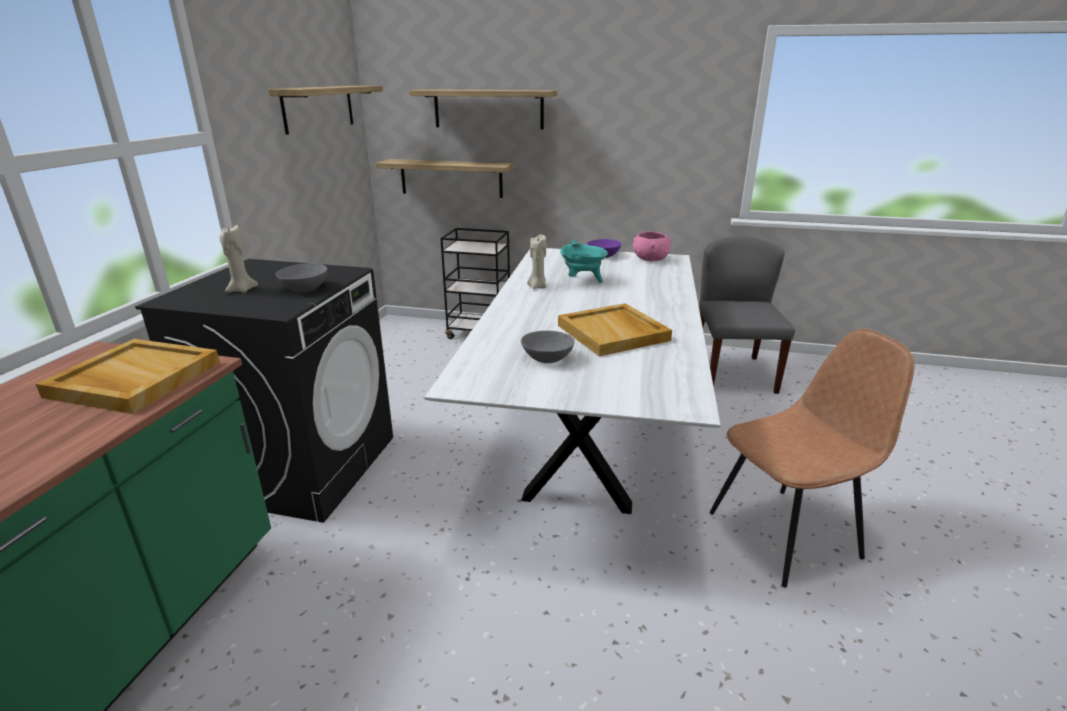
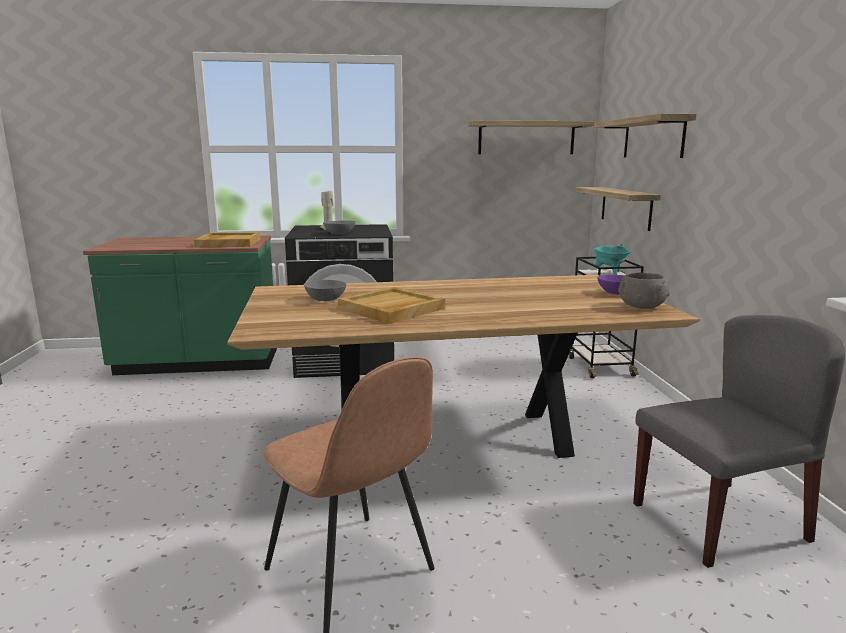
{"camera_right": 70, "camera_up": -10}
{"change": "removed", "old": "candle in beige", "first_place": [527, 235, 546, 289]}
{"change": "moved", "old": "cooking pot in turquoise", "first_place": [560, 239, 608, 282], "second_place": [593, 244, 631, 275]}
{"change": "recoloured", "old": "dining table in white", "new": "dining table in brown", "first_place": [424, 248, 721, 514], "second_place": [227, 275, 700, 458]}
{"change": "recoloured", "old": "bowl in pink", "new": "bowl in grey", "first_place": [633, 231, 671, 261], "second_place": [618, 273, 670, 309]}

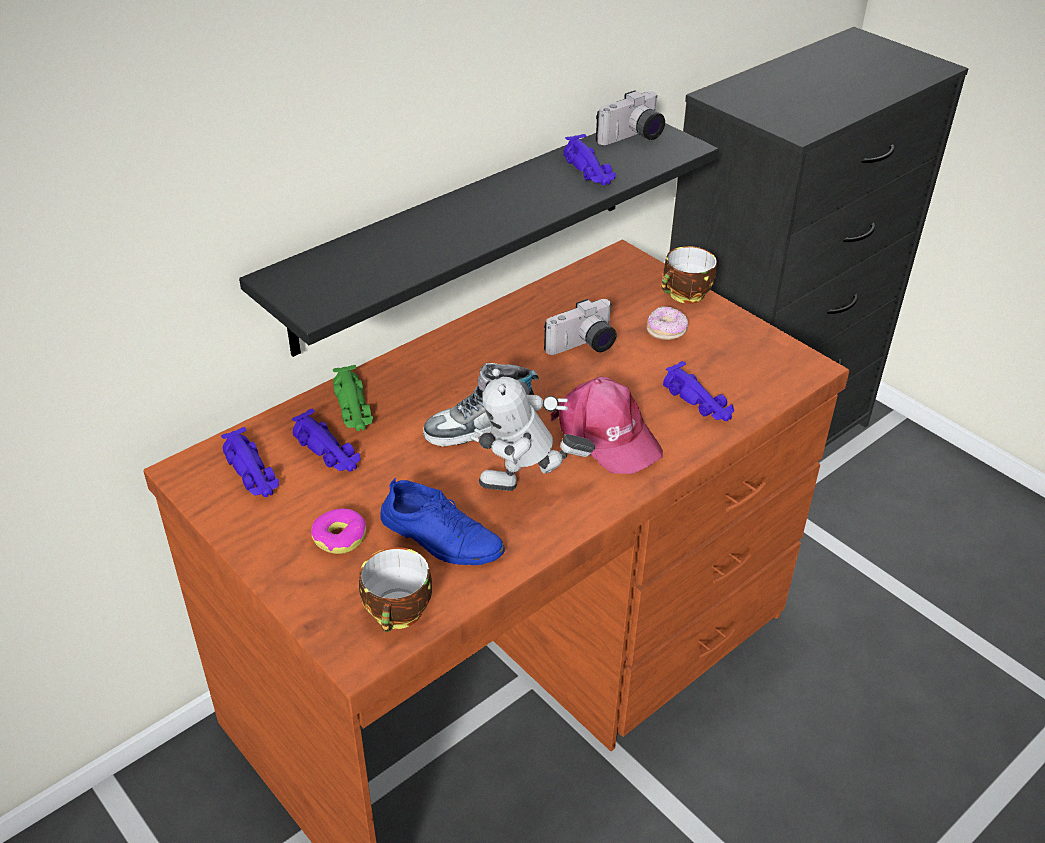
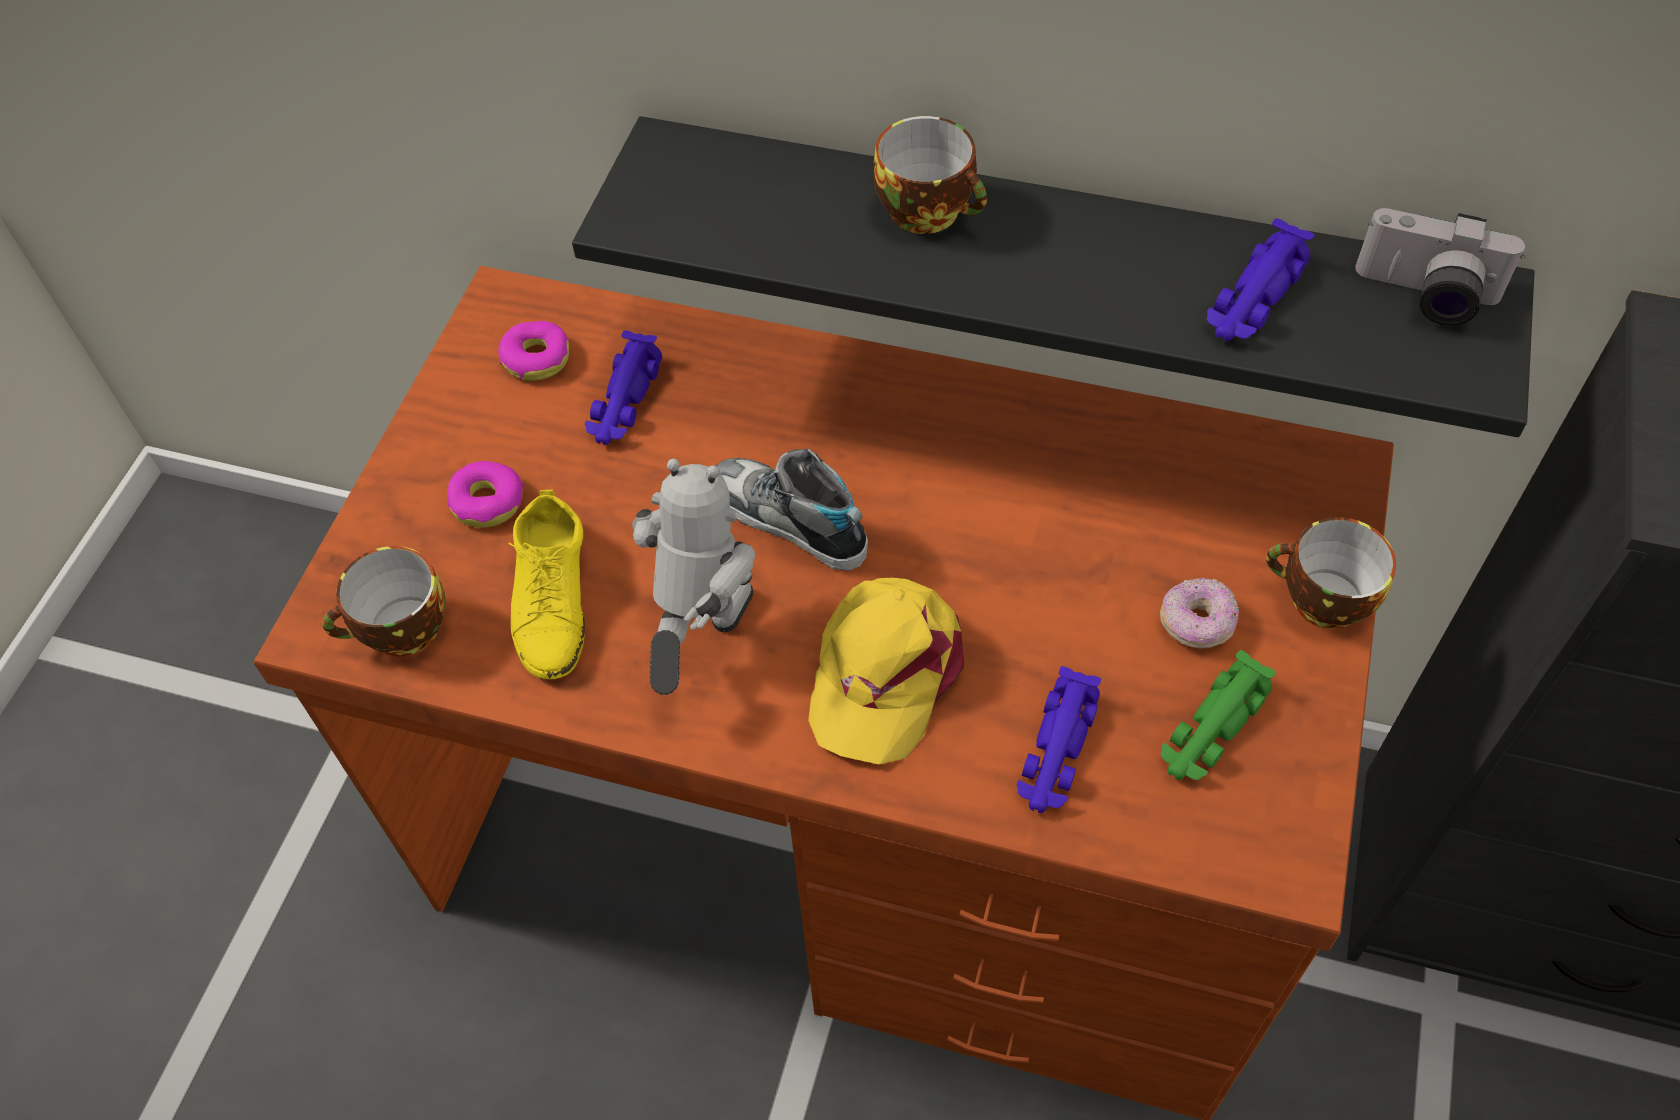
{"camera_right": 60, "camera_up": 15}
{"change": "removed", "old": "photo camera", "first_place": [544, 299, 616, 355]}
{"change": "added", "new": "cup", "second_place": [873, 116, 987, 234]}
{"change": "moved", "old": "toy car in green", "first_place": [333, 365, 373, 431], "second_place": [1161, 650, 1276, 780]}
{"change": "replaced", "old": "toy car in purple", "new": "donut", "first_place": [221, 427, 279, 497], "second_place": [498, 321, 569, 380]}
{"change": "recoloured", "old": "shoe in blue", "new": "shoe in yellow", "first_place": [380, 478, 505, 565], "second_place": [509, 489, 585, 679]}
{"change": "recoloured", "old": "cap in pink", "new": "cap in yellow", "first_place": [551, 376, 663, 474], "second_place": [808, 578, 964, 765]}
{"change": "turned", "old": "toy robot", "first_place": [470, 368, 595, 491], "second_place": [632, 458, 755, 695], "degrees": 60}

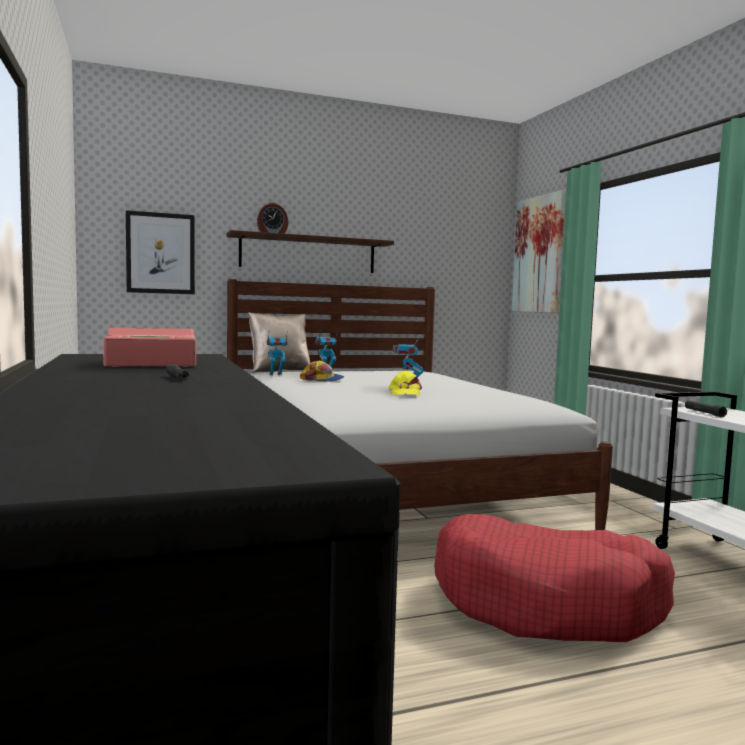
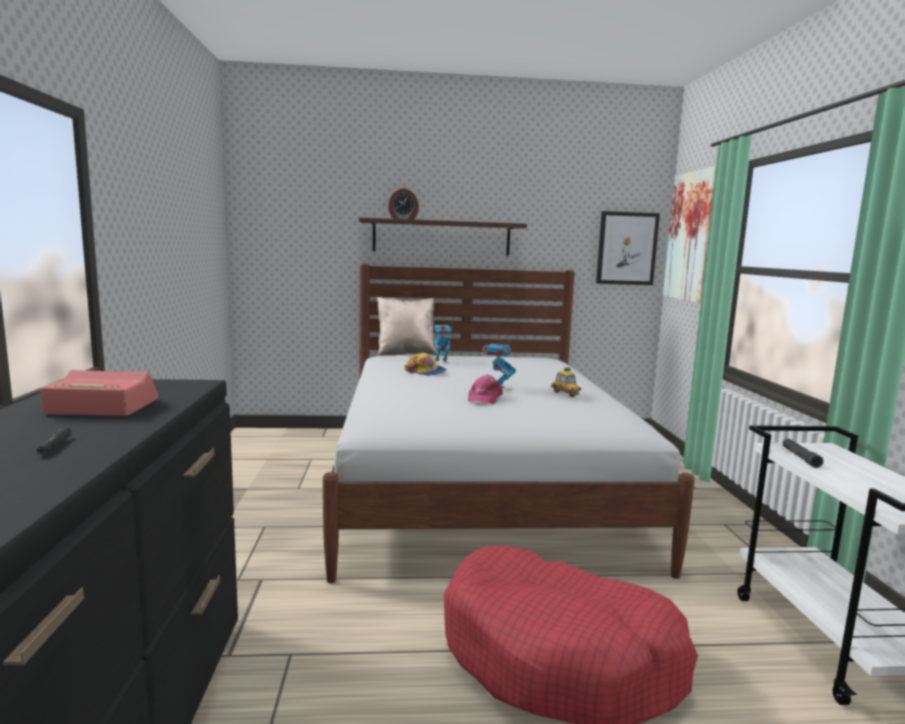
{"camera_right": 15, "camera_up": 5}
{"change": "removed", "old": "toy robot", "first_place": [267, 335, 287, 376]}
{"change": "added", "new": "toy car", "second_place": [551, 367, 581, 397]}
{"change": "moved", "old": "picture", "first_place": [126, 210, 195, 294], "second_place": [596, 211, 660, 285]}
{"change": "recoloured", "old": "cap in yellow", "new": "cap in pink", "first_place": [389, 370, 422, 396], "second_place": [468, 375, 503, 404]}

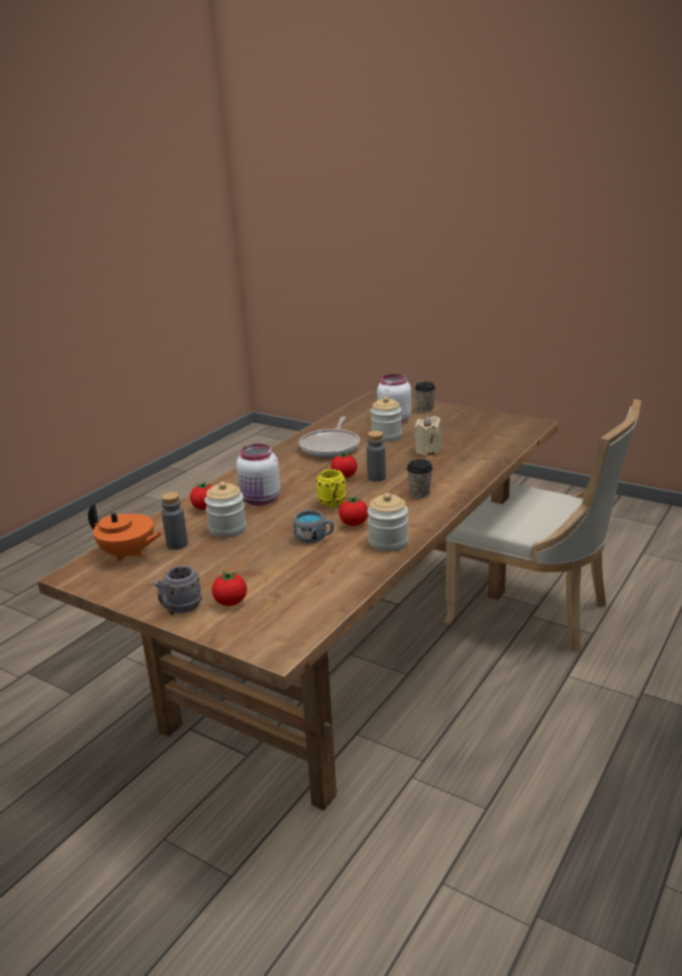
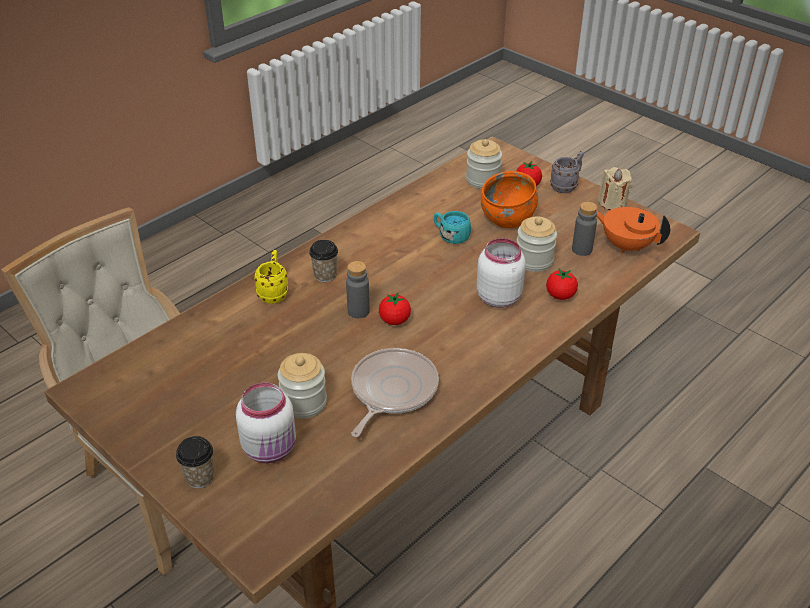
{"camera_right": -170, "camera_up": 15}
{"change": "removed", "old": "tomato", "first_place": [339, 496, 368, 526]}
{"change": "added", "new": "bowl in orange", "second_place": [481, 171, 538, 228]}
{"change": "moved", "old": "mug in yellow", "first_place": [316, 469, 346, 509], "second_place": [254, 250, 288, 304]}
{"change": "moved", "old": "jar", "first_place": [367, 493, 409, 552], "second_place": [466, 139, 502, 189]}
{"change": "moved", "old": "candle in beige", "first_place": [413, 416, 442, 456], "second_place": [598, 167, 633, 210]}
{"change": "recoloured", "old": "mug in grey", "new": "mug in turquoise", "first_place": [293, 510, 334, 543], "second_place": [434, 211, 471, 244]}

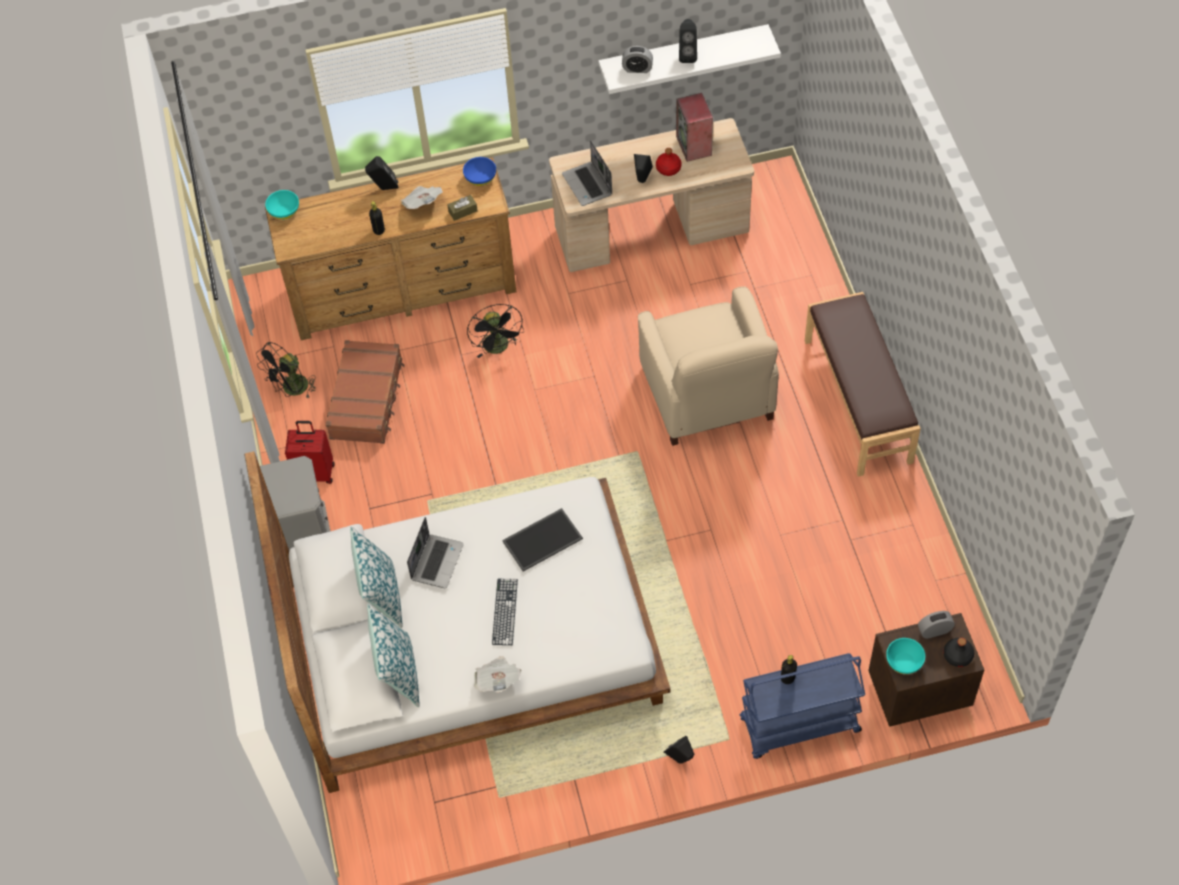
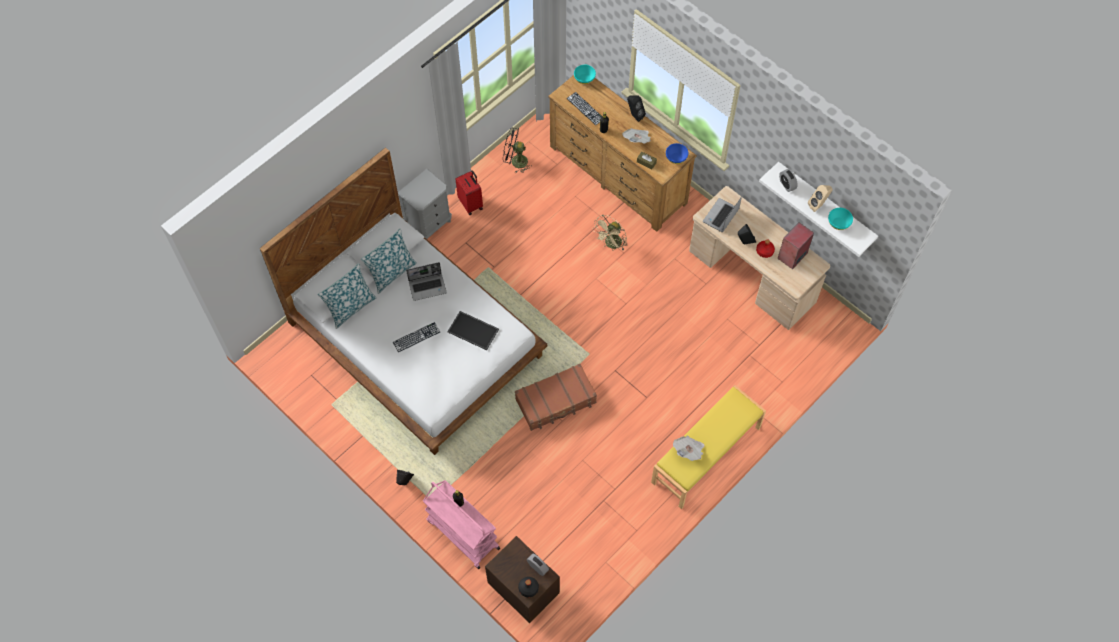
{"camera_right": 55, "camera_up": 5}
{"change": "removed", "old": "armchair in beige", "first_place": [638, 286, 779, 446]}
{"change": "added", "new": "keyboard", "second_place": [567, 92, 602, 125]}
{"change": "moved", "old": "suitcase in brown", "first_place": [326, 340, 405, 444], "second_place": [515, 364, 597, 431]}
{"change": "moved", "old": "newspaper", "first_place": [474, 656, 522, 693], "second_place": [673, 436, 705, 461]}
{"change": "moved", "old": "bowl in turquoise", "first_place": [886, 638, 925, 674], "second_place": [828, 208, 853, 230]}
{"change": "recoloured", "old": "fan in black", "new": "fan in beige", "first_place": [467, 304, 524, 358], "second_place": [592, 215, 628, 251]}
{"change": "recoloured", "old": "speaker in black", "new": "speaker in beige", "first_place": [679, 19, 697, 63], "second_place": [808, 185, 833, 212]}
{"change": "recoloured", "old": "cart in blue", "new": "cart in pink", "first_place": [739, 653, 865, 759], "second_place": [423, 480, 500, 569]}
{"change": "recoloured", "old": "bench in brown", "new": "bench in yellow", "first_place": [805, 292, 921, 477], "second_place": [651, 385, 766, 509]}

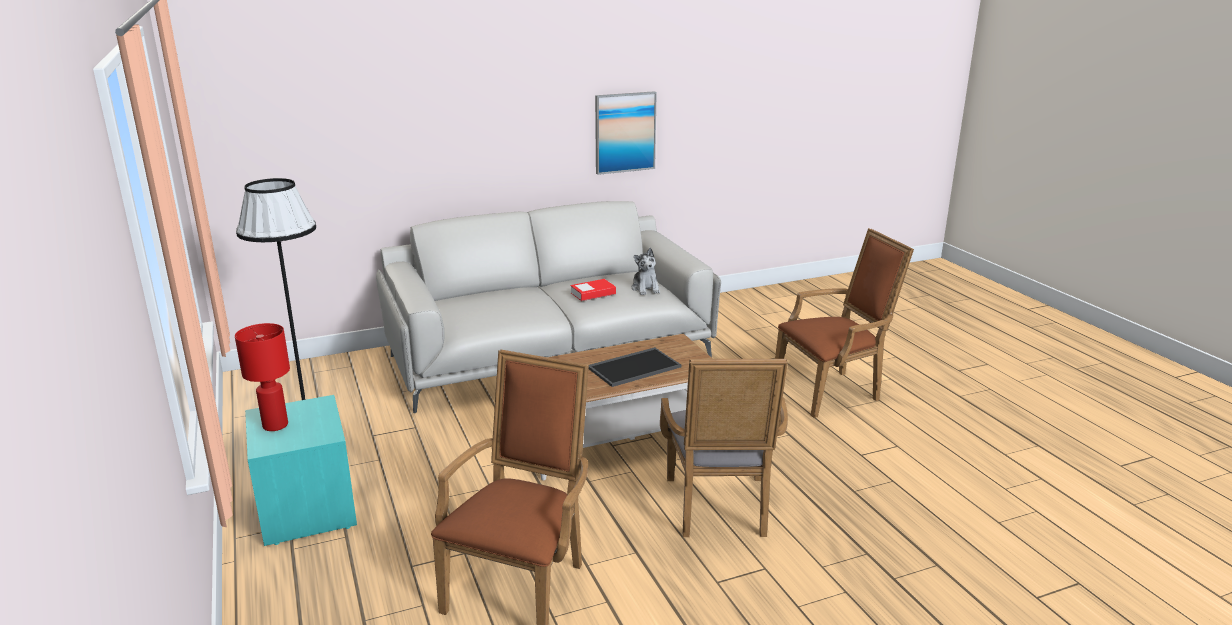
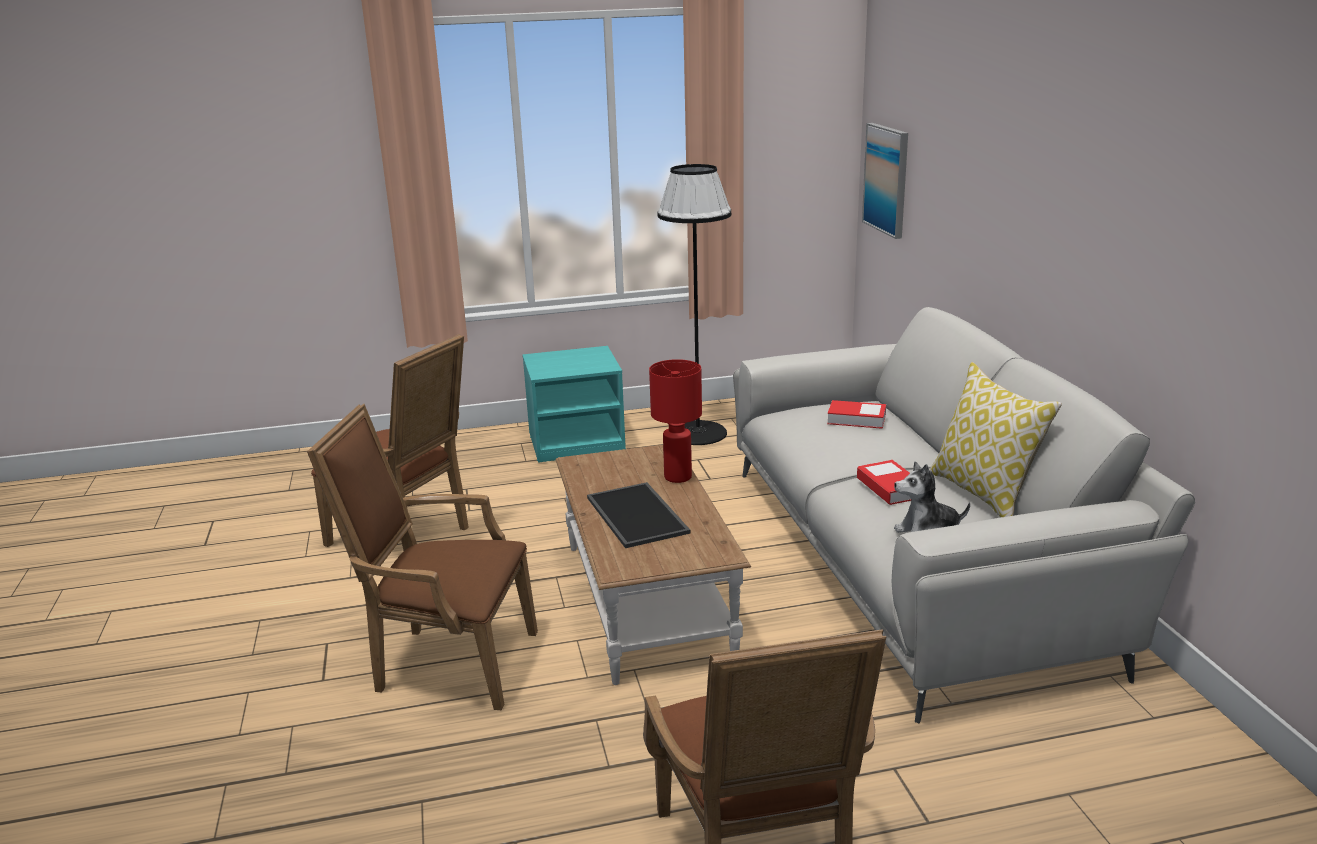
{"camera_right": 100, "camera_up": 0}
{"change": "added", "new": "book", "second_place": [827, 400, 886, 429]}
{"change": "added", "new": "pillow", "second_place": [930, 362, 1062, 518]}
{"change": "moved", "old": "table lamp in red", "first_place": [235, 323, 290, 431], "second_place": [649, 359, 702, 483]}
{"change": "moved", "old": "picture", "first_place": [595, 91, 657, 175], "second_place": [862, 123, 908, 239]}
{"change": "recoloured", "old": "armchair in grey", "new": "armchair in brown", "first_place": [660, 359, 788, 537], "second_place": [307, 404, 538, 710]}

